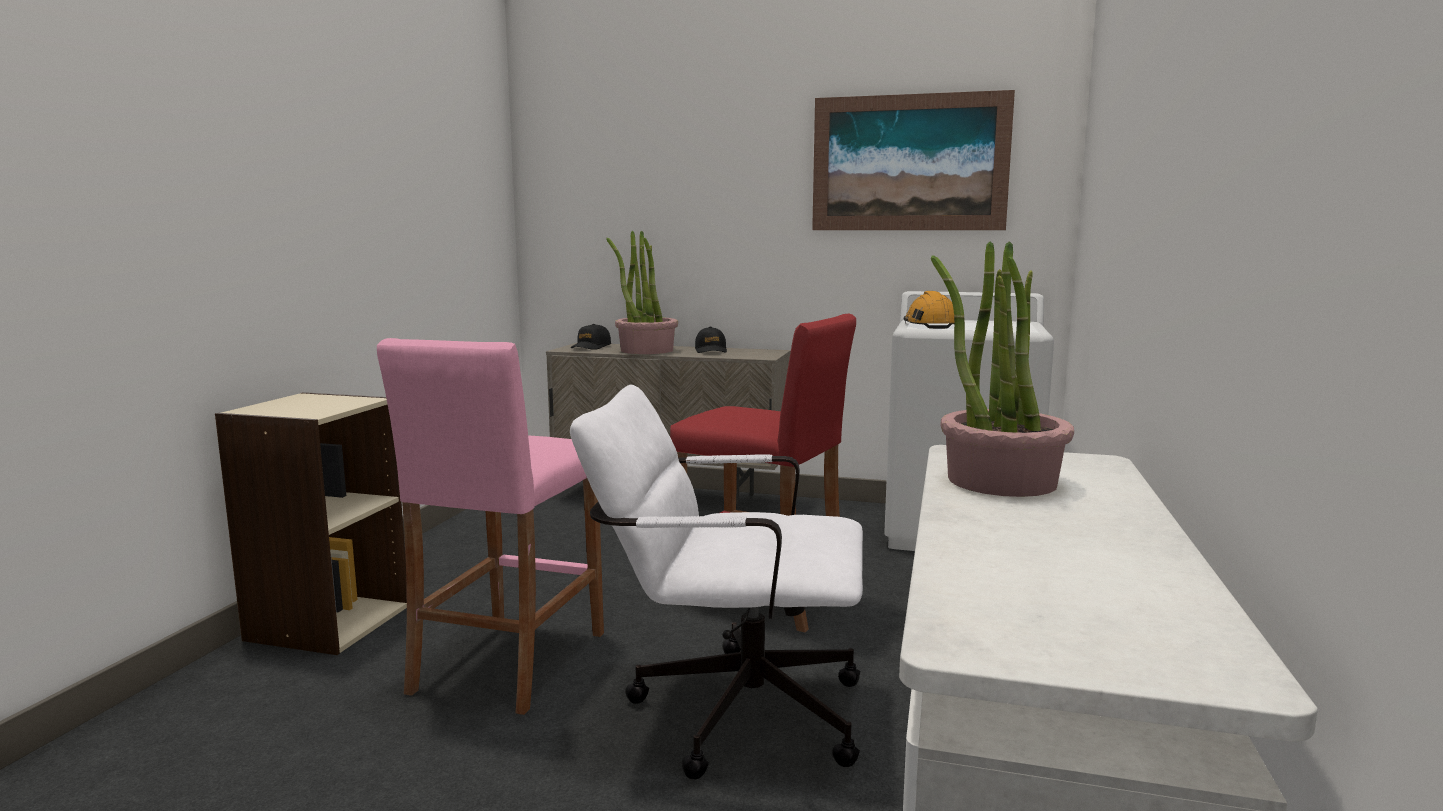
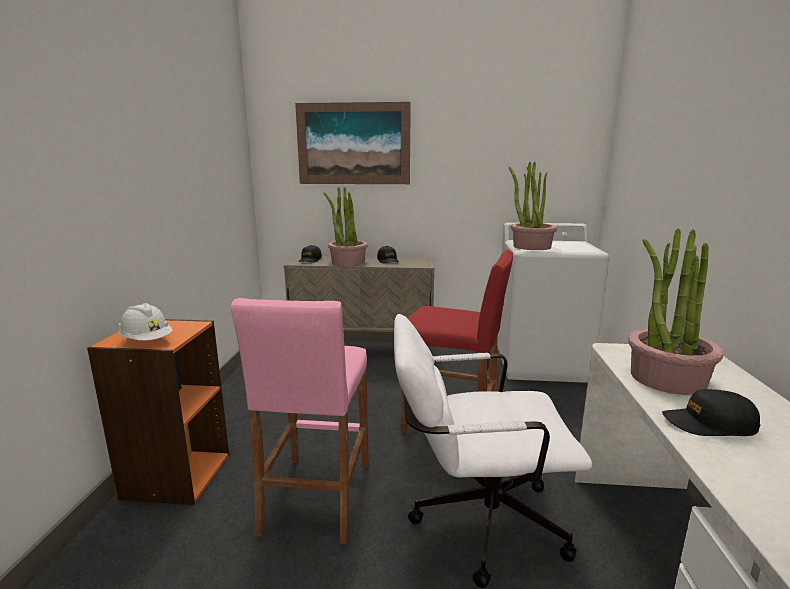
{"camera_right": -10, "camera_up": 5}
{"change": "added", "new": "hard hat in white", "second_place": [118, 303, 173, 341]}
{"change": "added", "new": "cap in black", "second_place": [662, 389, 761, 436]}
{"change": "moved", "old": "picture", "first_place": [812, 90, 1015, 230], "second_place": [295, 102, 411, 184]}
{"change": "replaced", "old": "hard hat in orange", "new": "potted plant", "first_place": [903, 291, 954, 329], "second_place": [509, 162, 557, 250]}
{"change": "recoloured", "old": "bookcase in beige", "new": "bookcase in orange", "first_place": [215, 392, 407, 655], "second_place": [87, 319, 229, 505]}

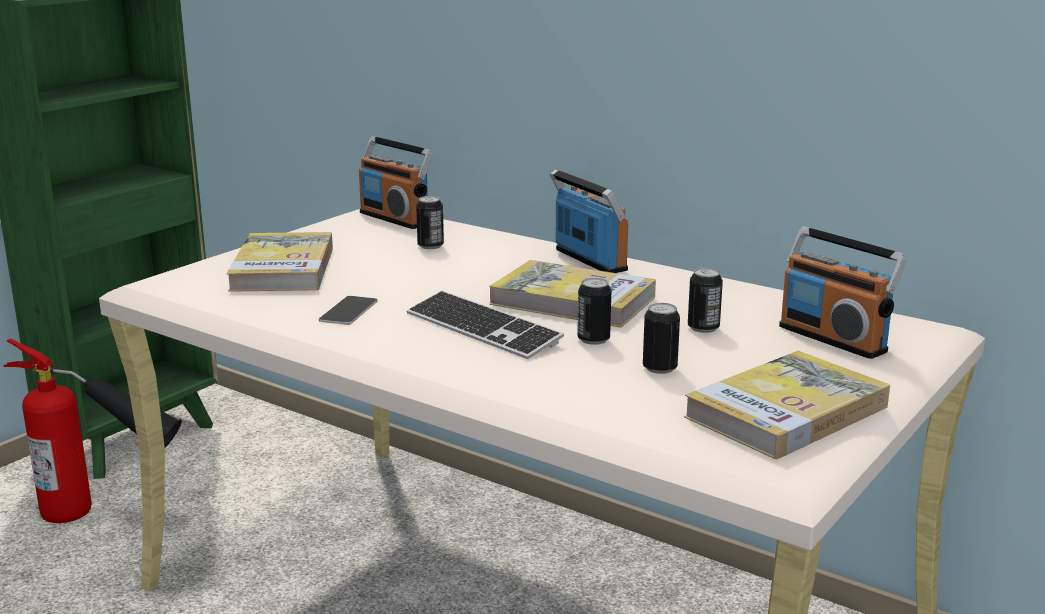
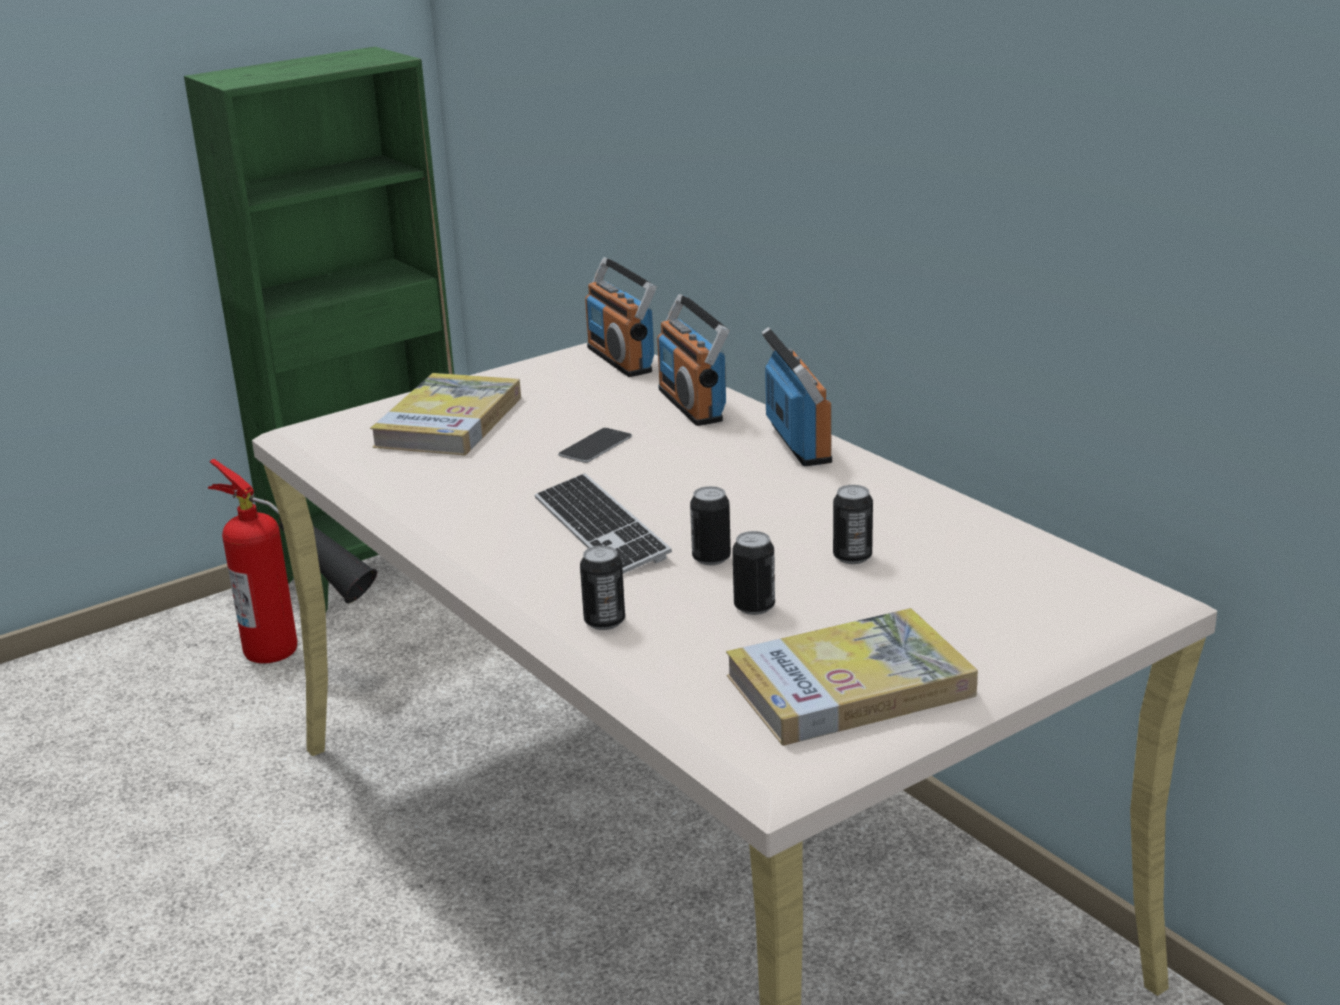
{"camera_right": 20, "camera_up": 5}
{"change": "removed", "old": "book", "first_place": [489, 260, 656, 328]}
{"change": "moved", "old": "phone", "first_place": [319, 296, 378, 325], "second_place": [558, 428, 632, 463]}
{"change": "moved", "old": "can", "first_place": [416, 196, 444, 249], "second_place": [580, 546, 625, 630]}
{"change": "moved", "old": "radio", "first_place": [779, 226, 907, 359], "second_place": [657, 294, 729, 426]}

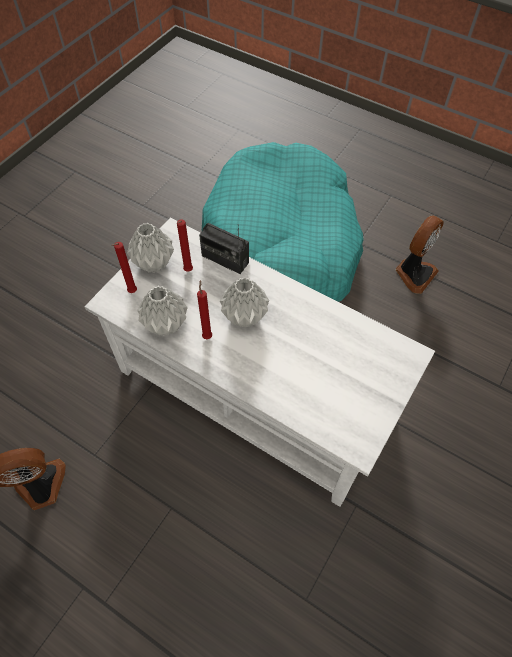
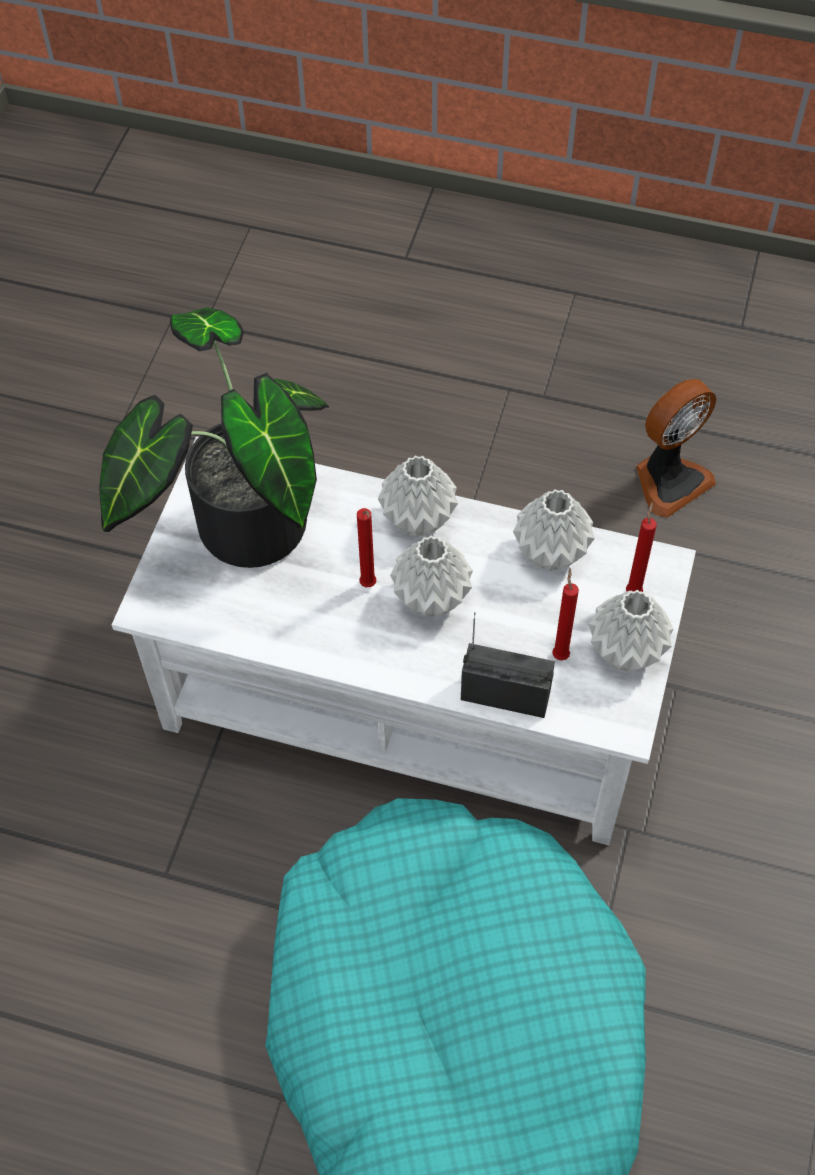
{"camera_right": 165, "camera_up": 0}
{"change": "removed", "old": "fan", "first_place": [396, 216, 444, 294]}
{"change": "added", "new": "potted plant", "second_place": [99, 307, 329, 568]}
{"change": "added", "new": "vase in grey", "second_place": [378, 455, 458, 537]}
{"change": "moved", "old": "candle in red", "first_place": [197, 280, 212, 339], "second_place": [357, 508, 376, 587]}

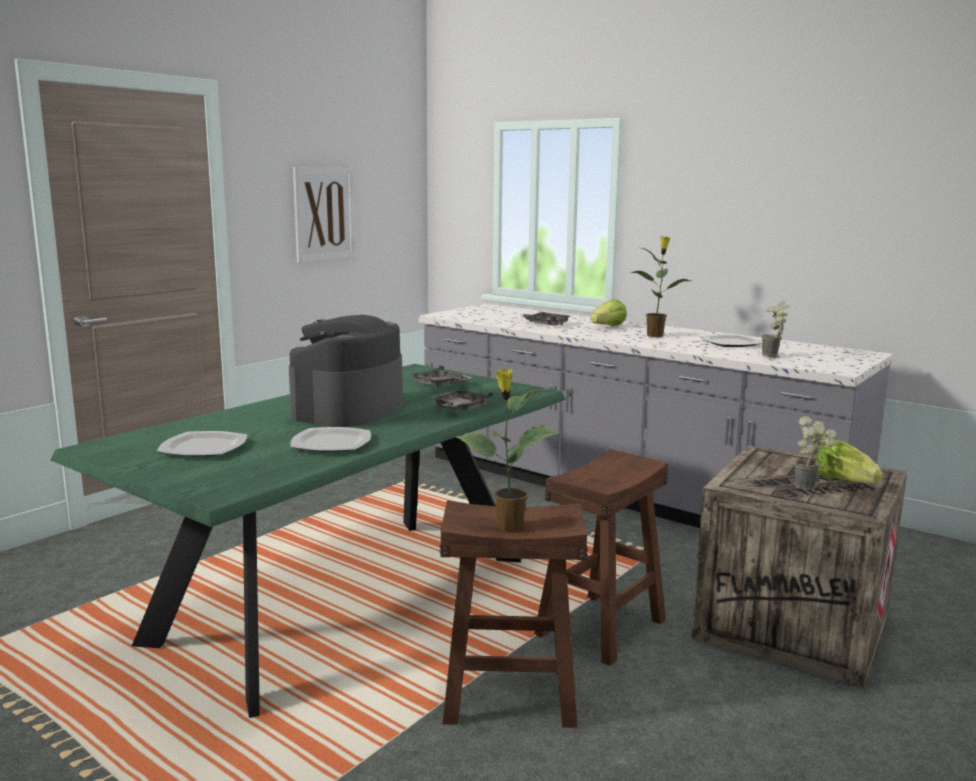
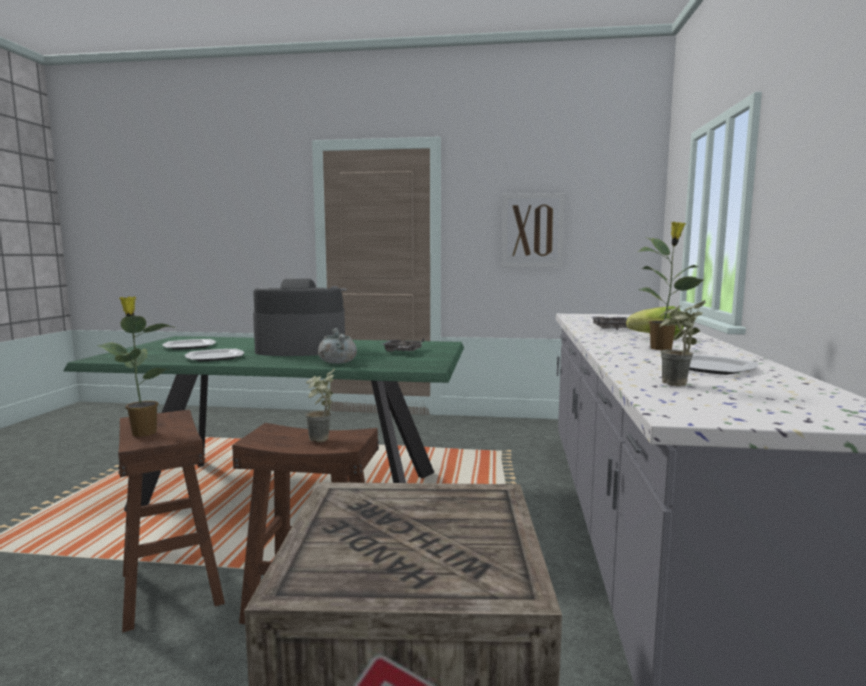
{"camera_right": 60, "camera_up": -5}
{"change": "removed", "old": "lettuce", "first_place": [816, 440, 883, 484]}
{"change": "moved", "old": "potted plant", "first_place": [794, 416, 836, 490], "second_place": [305, 368, 335, 442]}
{"change": "replaced", "old": "tray in grey", "new": "cooking pot in grey", "first_place": [431, 389, 493, 411], "second_place": [318, 328, 357, 364]}

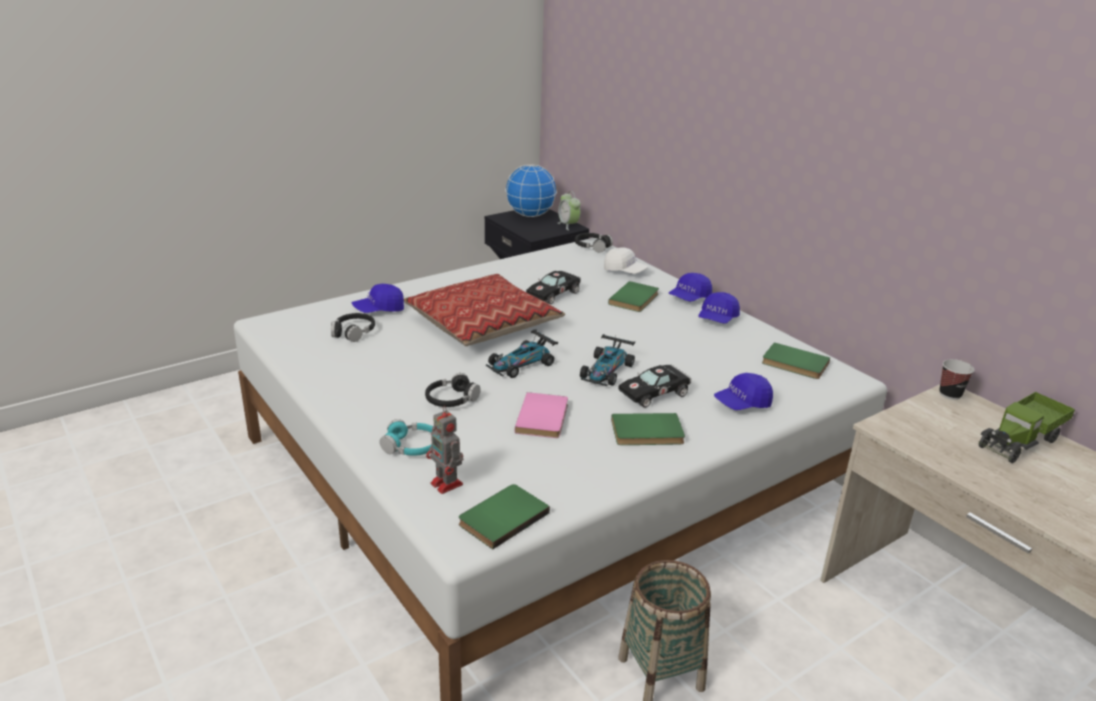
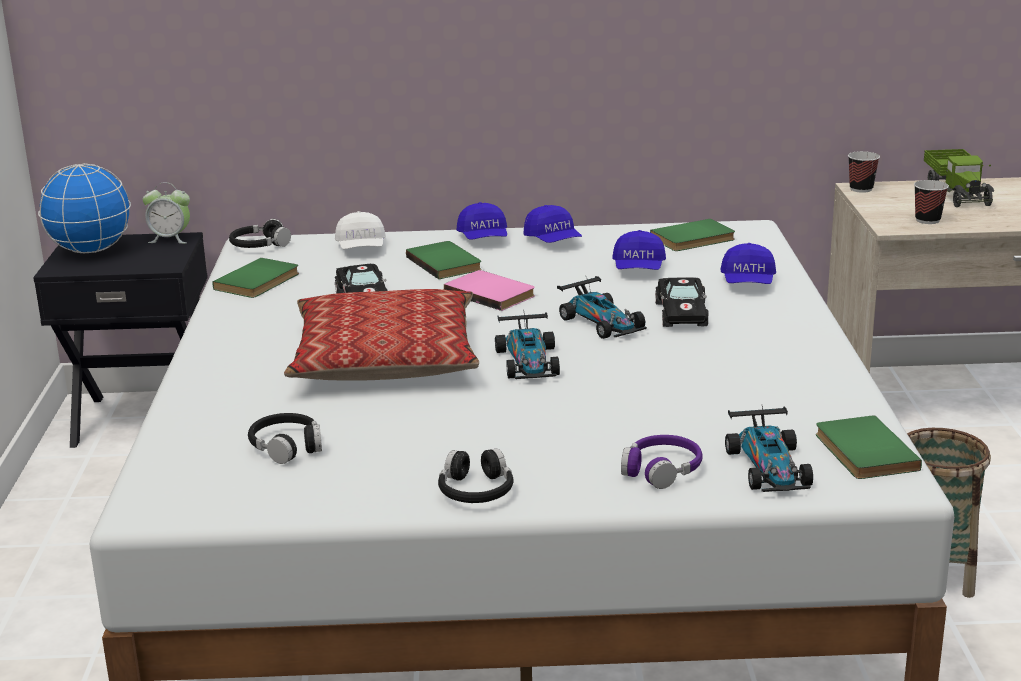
{"camera_right": -55, "camera_up": -5}
{"change": "added", "new": "cup", "second_place": [914, 180, 949, 224]}
{"change": "moved", "old": "cap in blue", "first_place": [352, 284, 404, 313], "second_place": [612, 230, 666, 270]}
{"change": "moved", "old": "headphones in black", "first_place": [425, 373, 481, 407], "second_place": [438, 448, 513, 503]}
{"change": "moved", "old": "book in pink", "first_place": [515, 392, 568, 438], "second_place": [444, 270, 535, 311]}
{"change": "moved", "old": "book in green", "first_place": [611, 413, 685, 445], "second_place": [213, 258, 299, 298]}
{"change": "replaced", "old": "toy robot", "new": "toy car", "first_place": [426, 406, 463, 494], "second_place": [725, 406, 813, 492]}
{"change": "recoloured", "old": "headphones in turquoise", "new": "headphones in purple", "first_place": [380, 419, 433, 456], "second_place": [621, 435, 703, 489]}
{"change": "turned", "old": "cap in white", "first_place": [604, 247, 649, 274], "second_place": [335, 211, 386, 249], "degrees": 105}

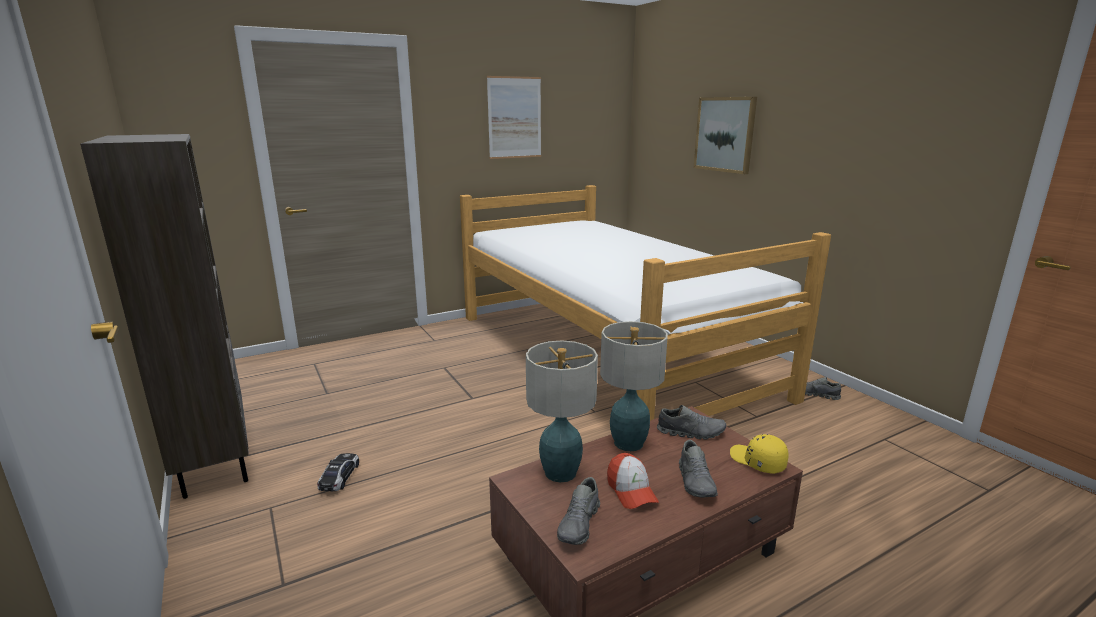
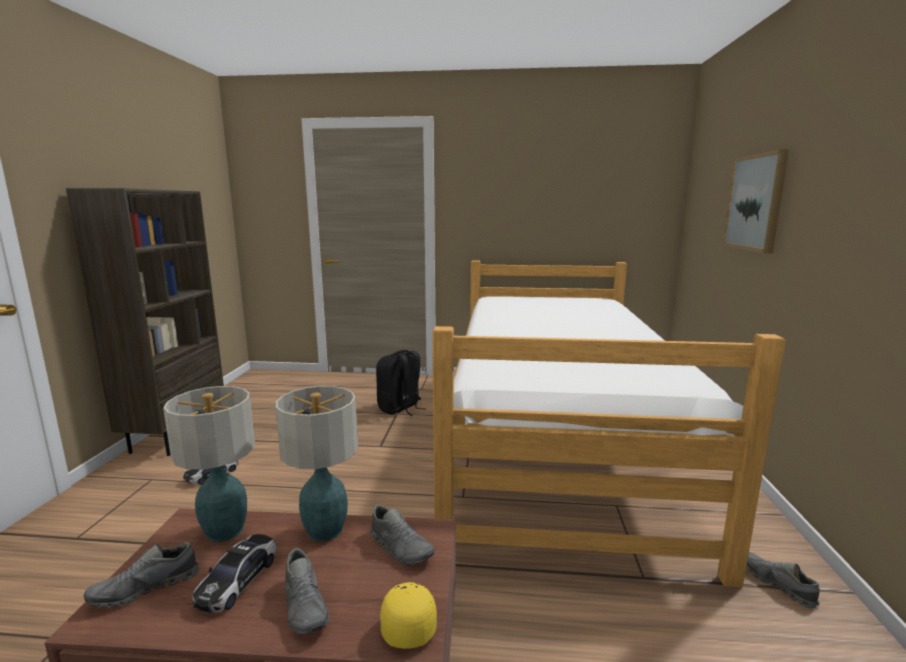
{"camera_right": 35, "camera_up": -5}
{"change": "removed", "old": "picture", "first_place": [487, 76, 541, 159]}
{"change": "added", "new": "backpack in black", "second_place": [376, 350, 426, 416]}
{"change": "replaced", "old": "cap", "new": "toy car", "first_place": [607, 453, 659, 509], "second_place": [192, 534, 276, 613]}
{"change": "turned", "old": "shoe in grey", "first_place": [679, 440, 718, 497], "second_place": [285, 548, 330, 634], "degrees": -60}

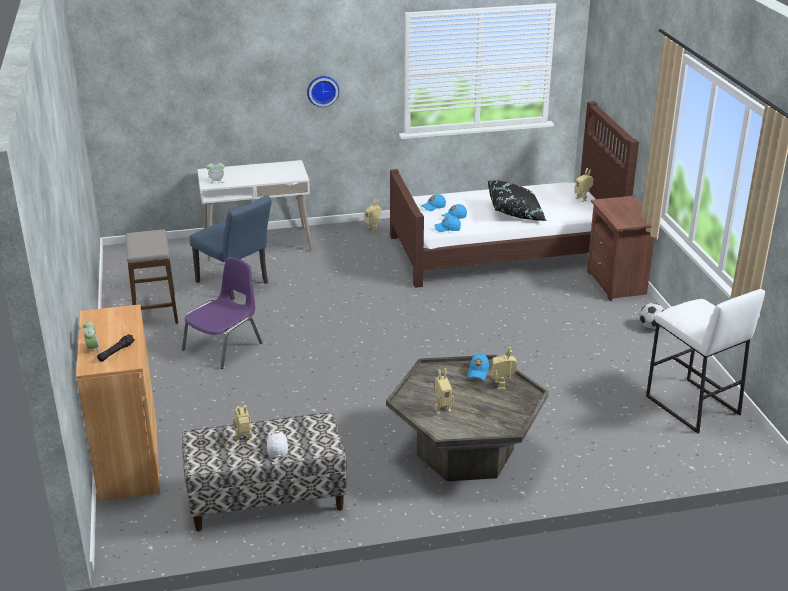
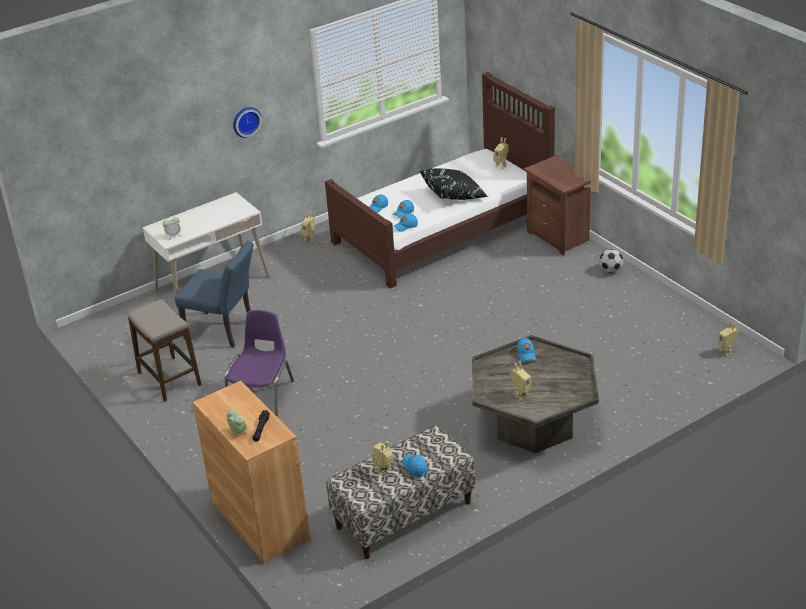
{"camera_right": -20, "camera_up": 5}
{"change": "removed", "old": "stool in white", "first_place": [646, 289, 765, 433]}
{"change": "moved", "old": "toy robot", "first_place": [492, 347, 517, 390], "second_place": [718, 321, 739, 356]}
{"change": "recoloured", "old": "cap in white", "new": "cap in blue", "first_place": [267, 431, 288, 458], "second_place": [402, 454, 428, 477]}

